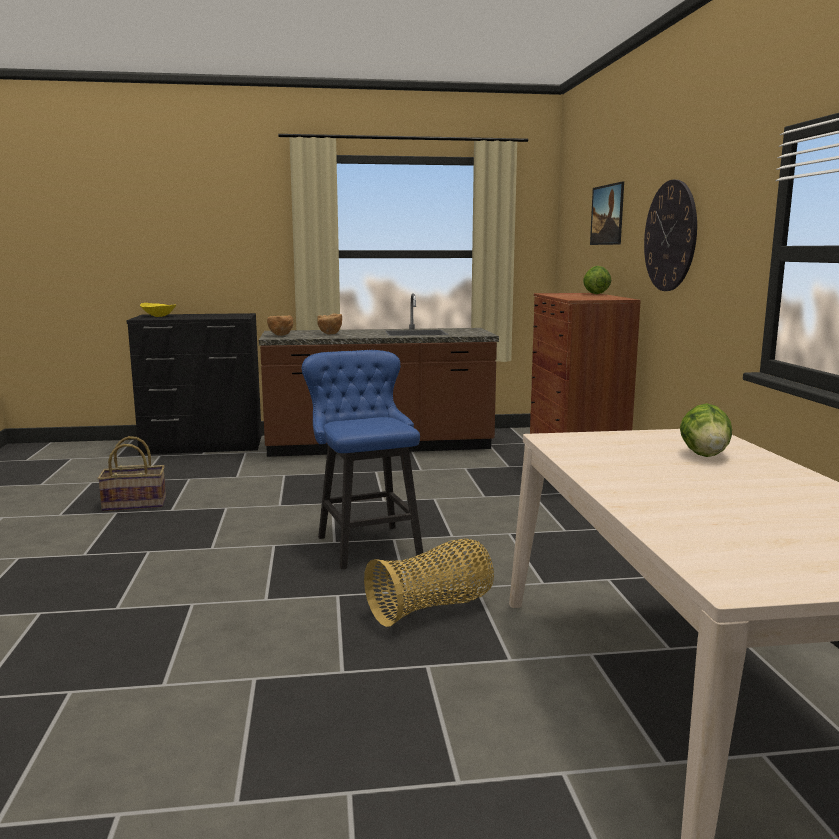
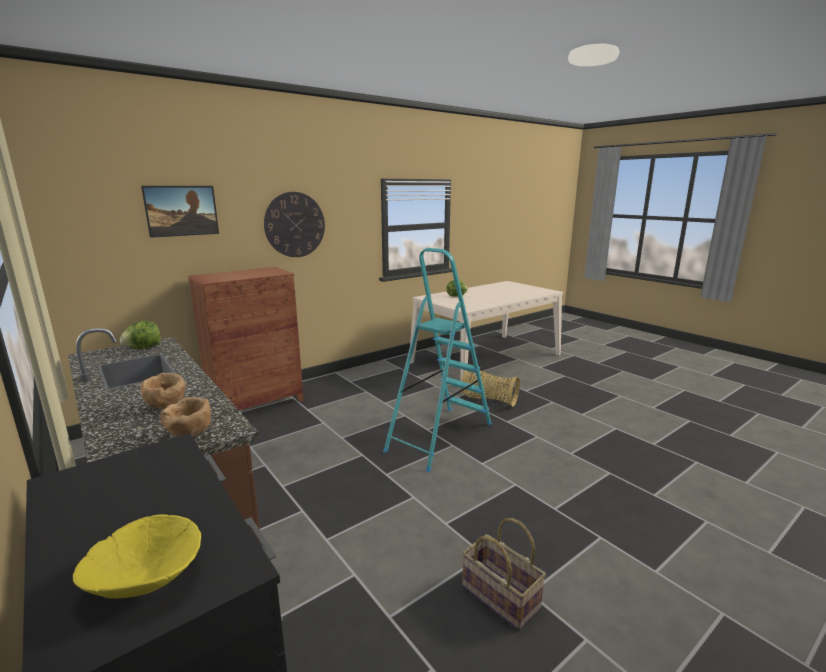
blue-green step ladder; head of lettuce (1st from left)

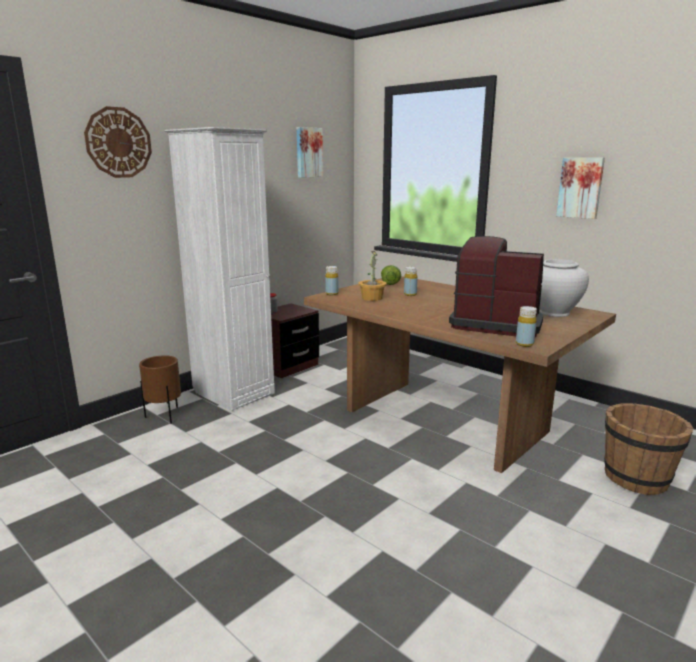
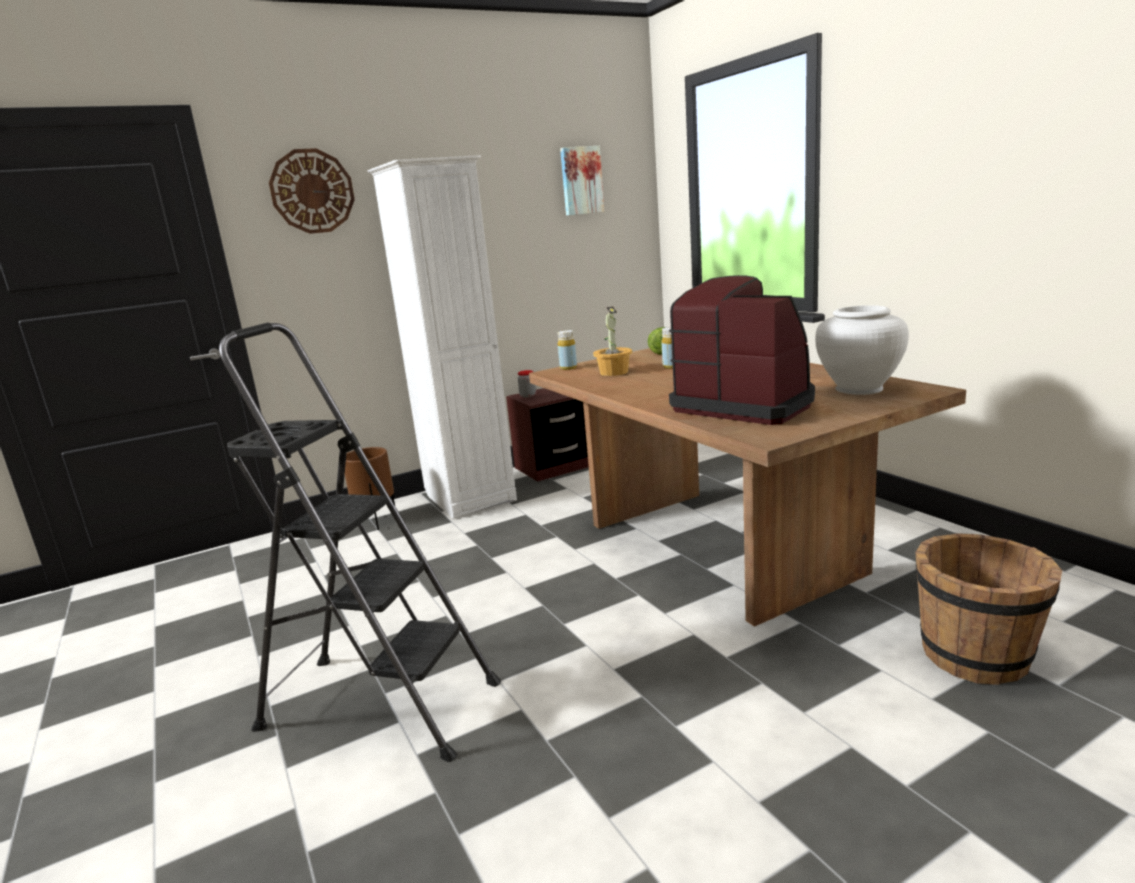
yellowish drink bottle (3rd from left in the first image); picture (2nd from left in the first image); step ladder

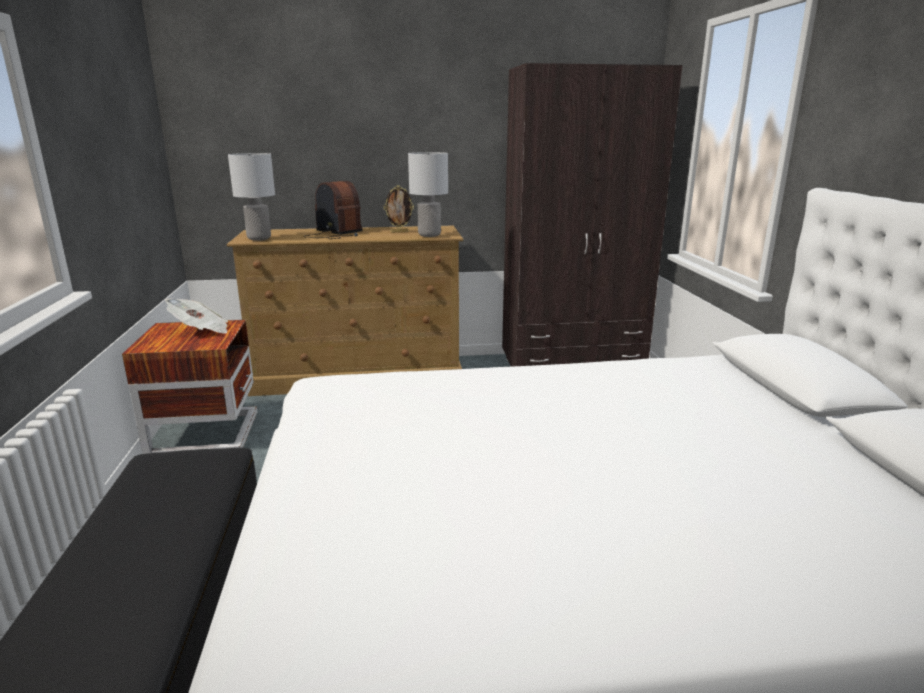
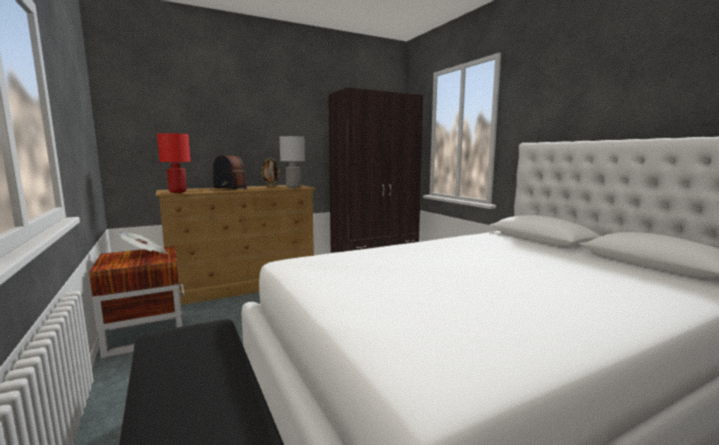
red lamp for a table

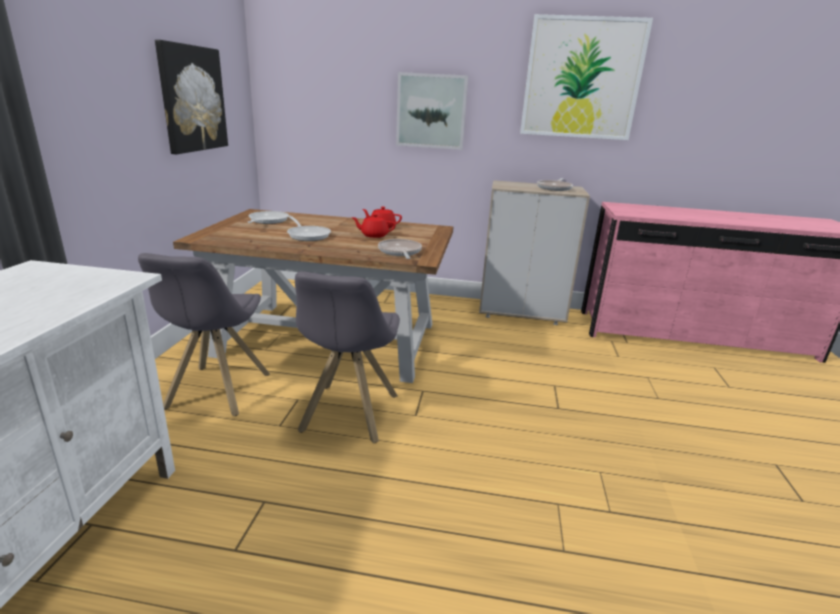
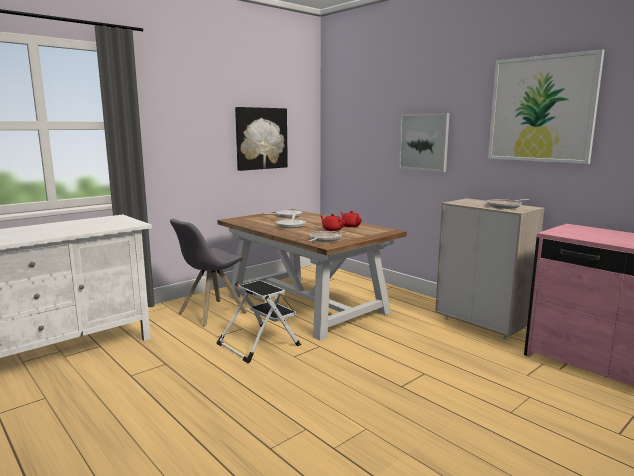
step ladder

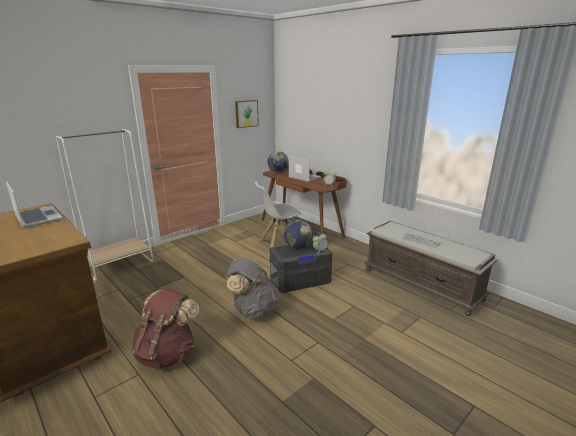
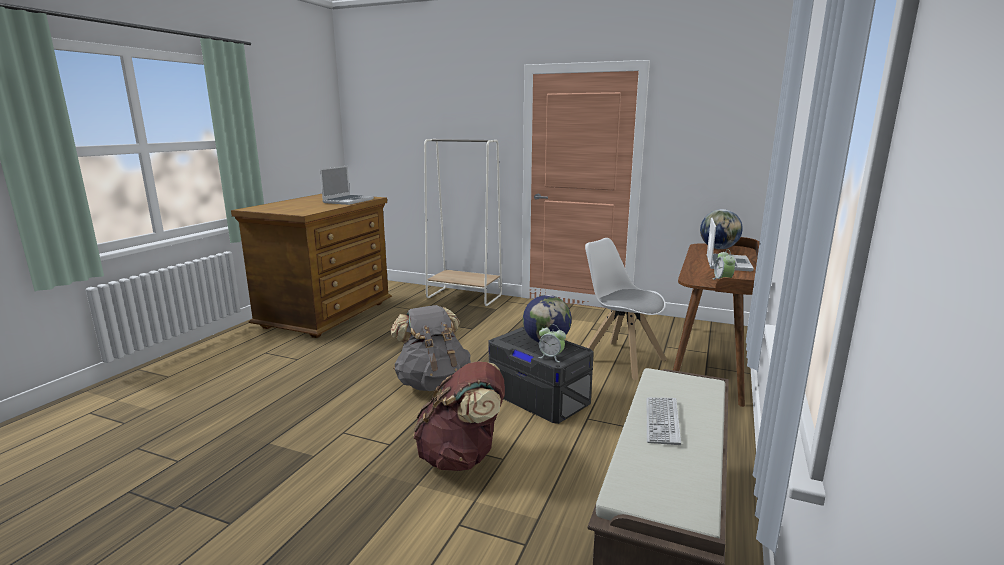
brownish backpack; picture

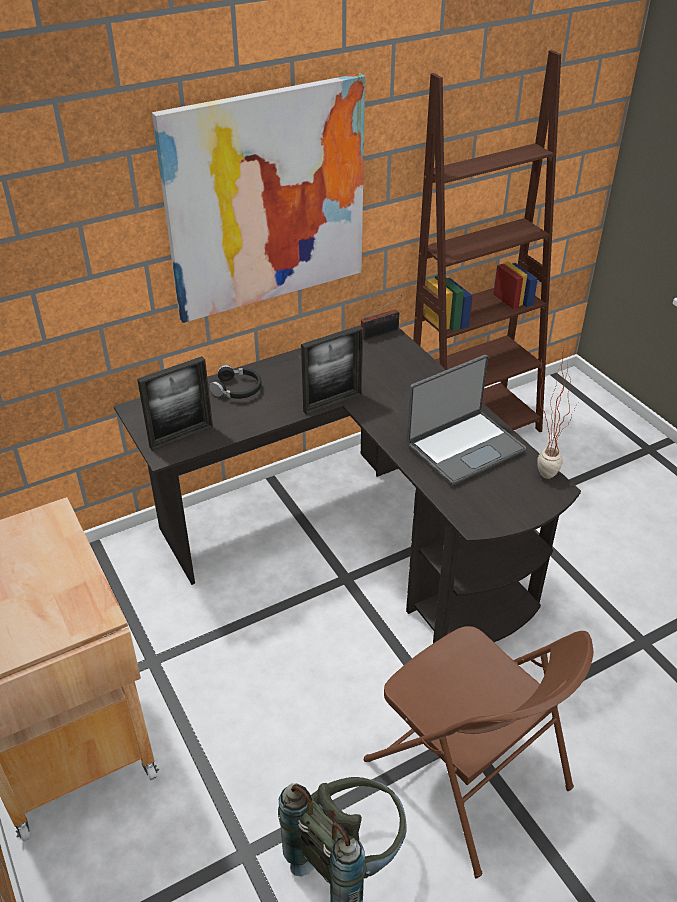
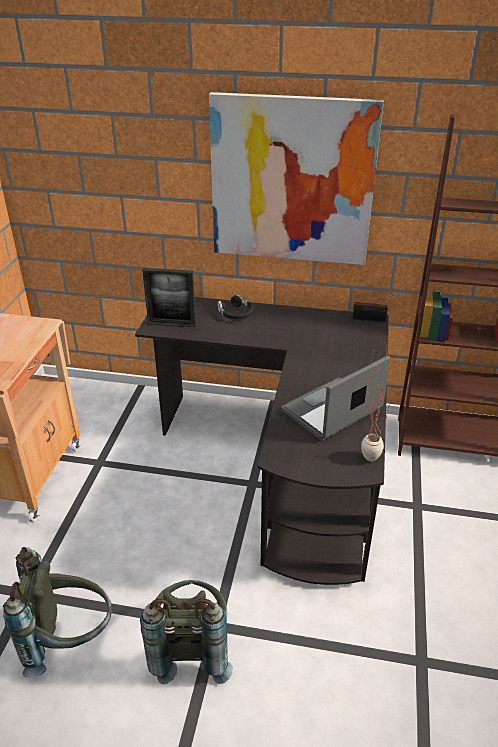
standing frame (2nd from left in the first image); gray backpack (2nd from left); laptop

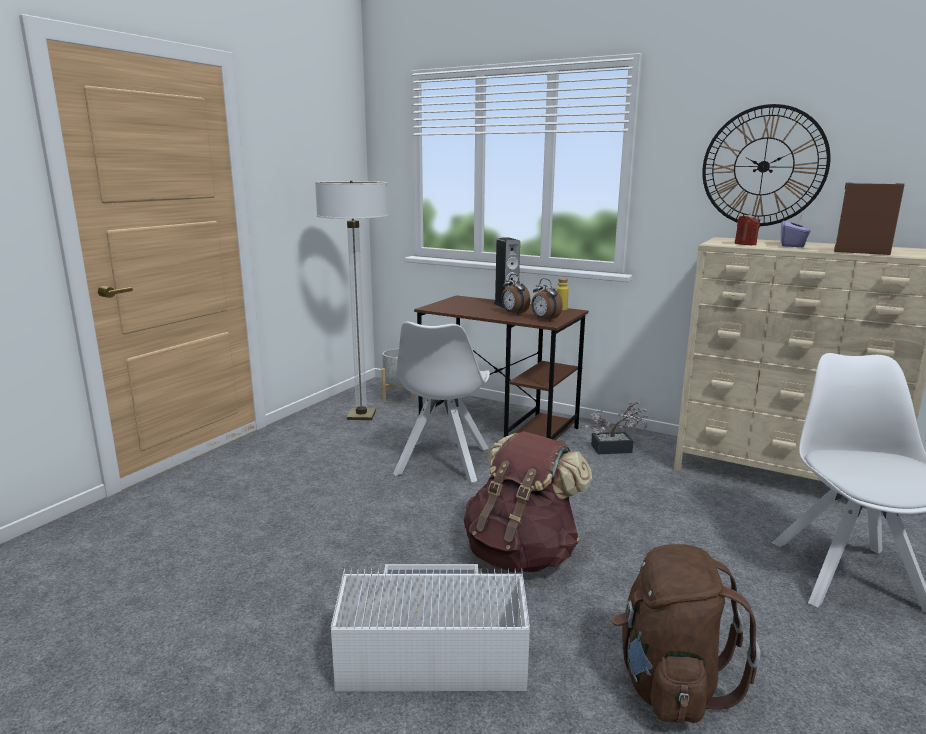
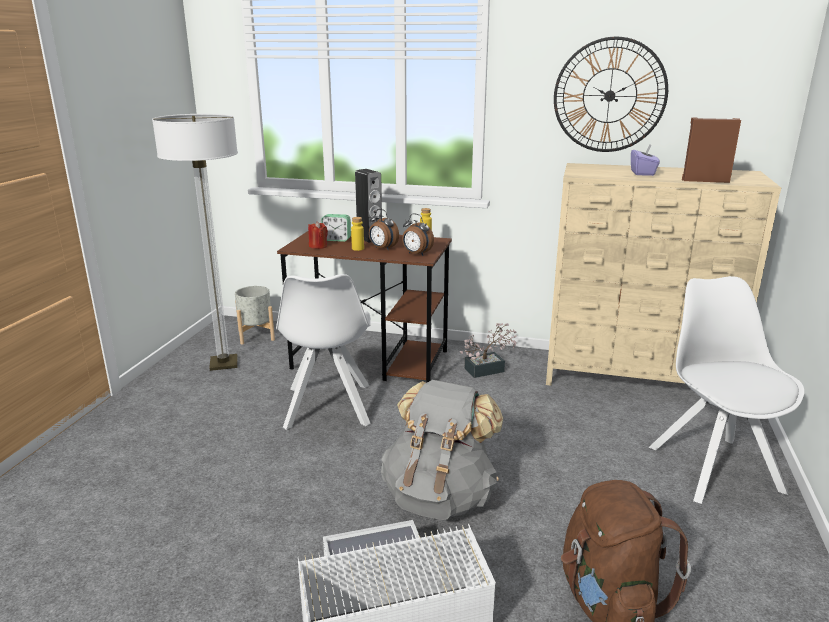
gray backpack; red wax light; bedside clock (1st from left); yellowish drink bottle (1st from left)

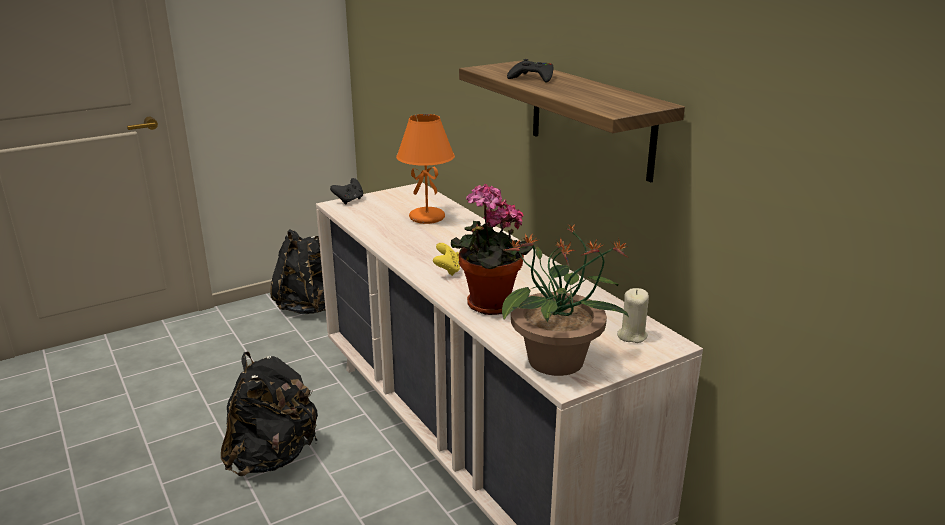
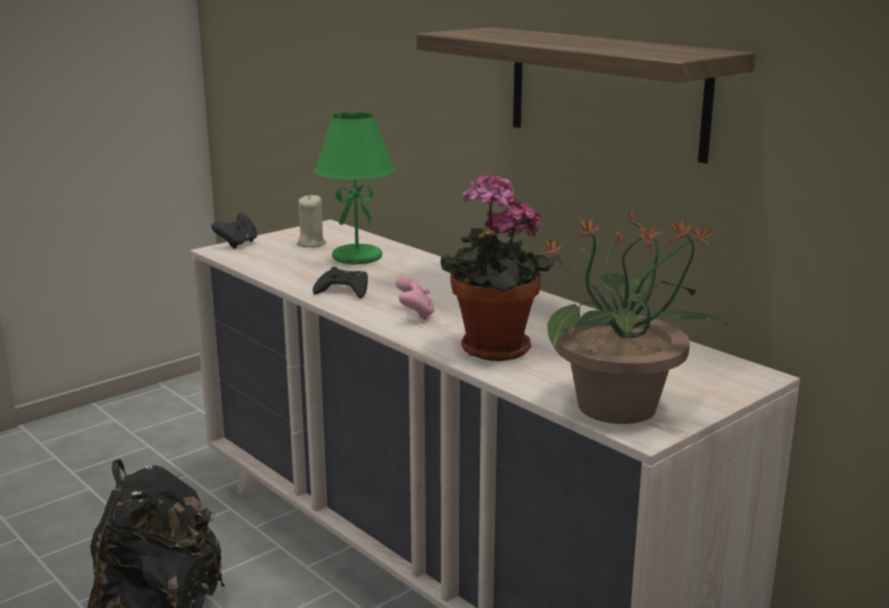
black backpack (2nd from left in the first image); green lamp for a table; pink game controller; black game controller (2nd from left); sand-coloured wax light

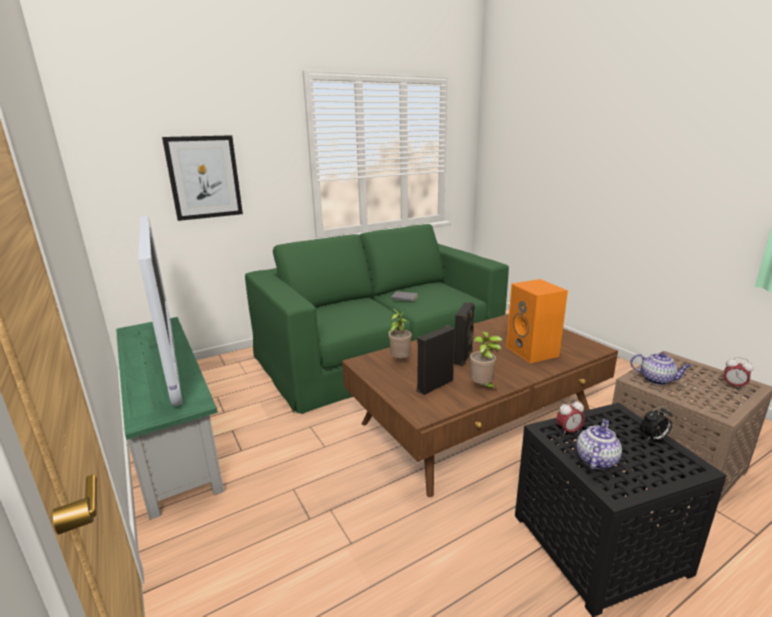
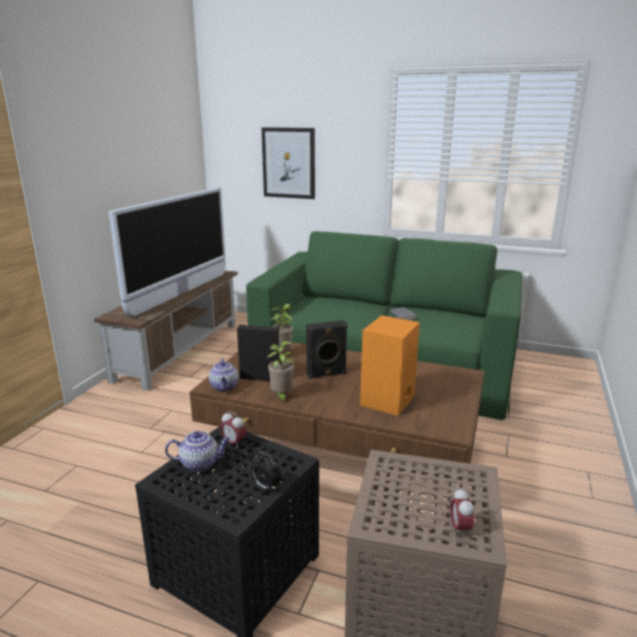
brownish media console; teapot (2nd from left)

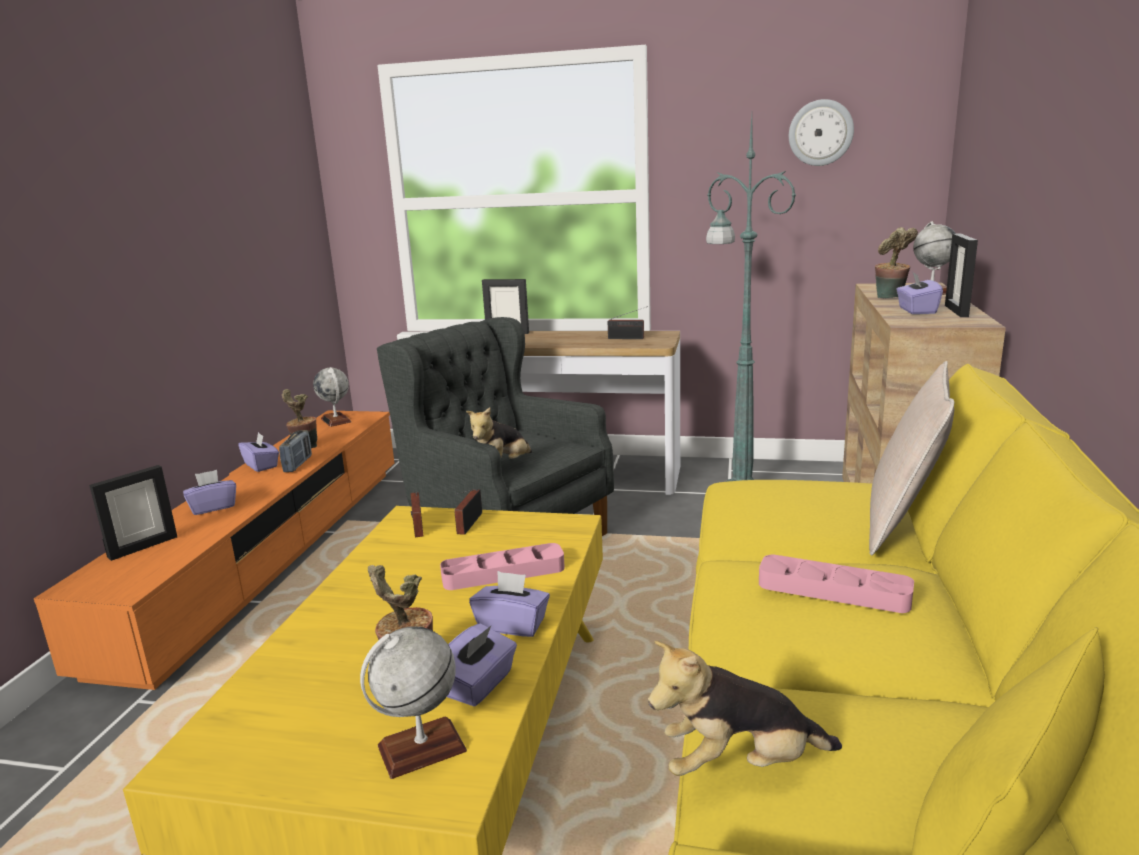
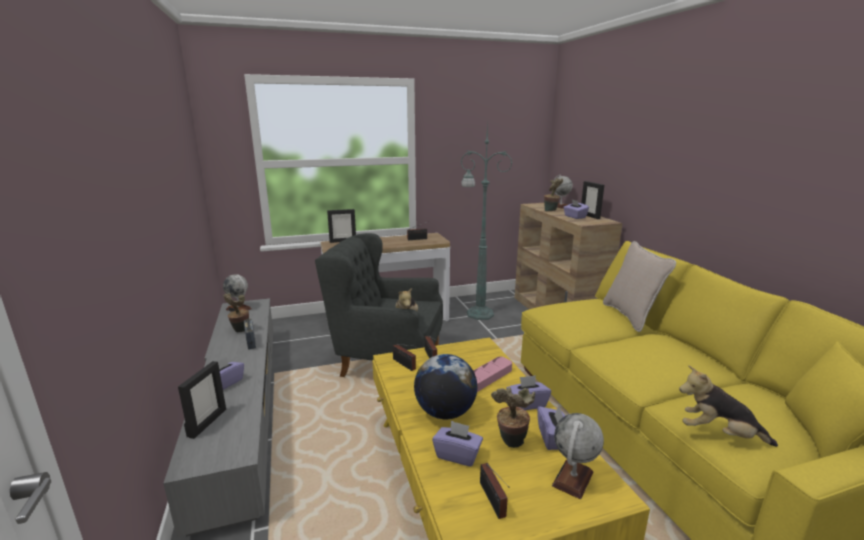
gray media console; purple box of tissues (2nd from left); soft toy (2nd from left); pink serving tray (2nd from left in the first image); hanging clock; world globe (2nd from left); radio (5th from left)

